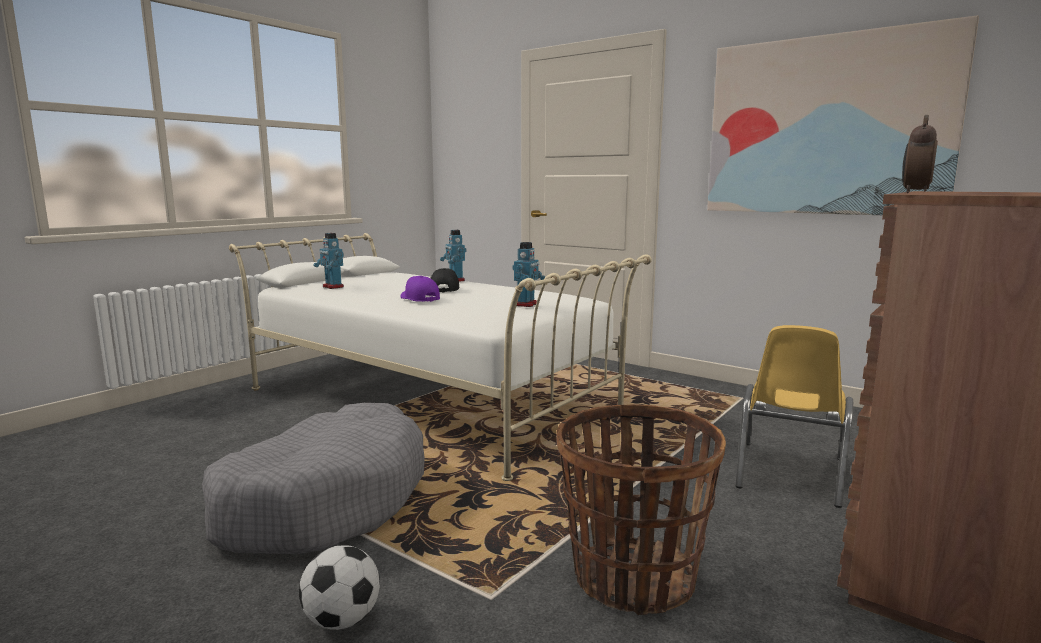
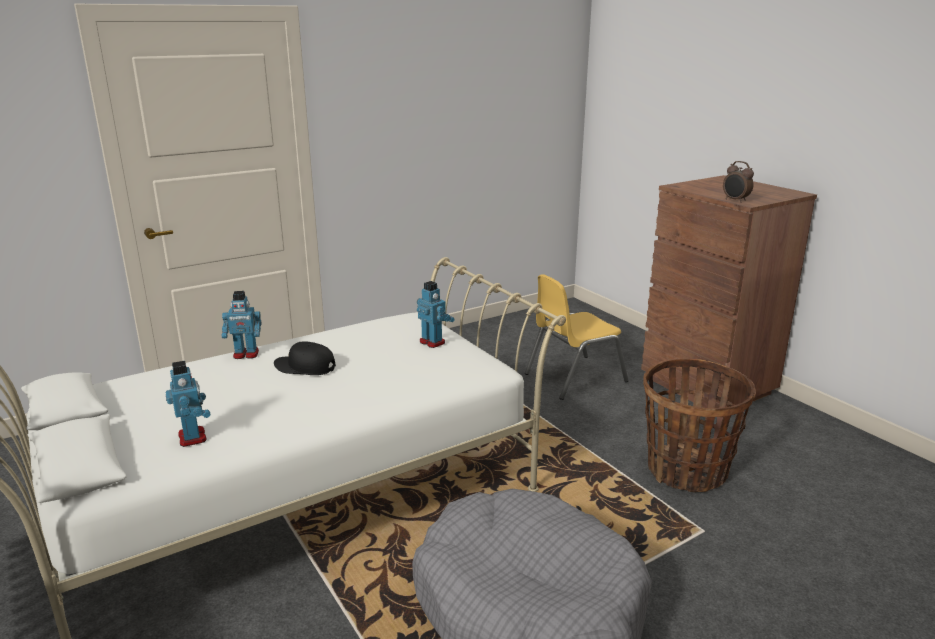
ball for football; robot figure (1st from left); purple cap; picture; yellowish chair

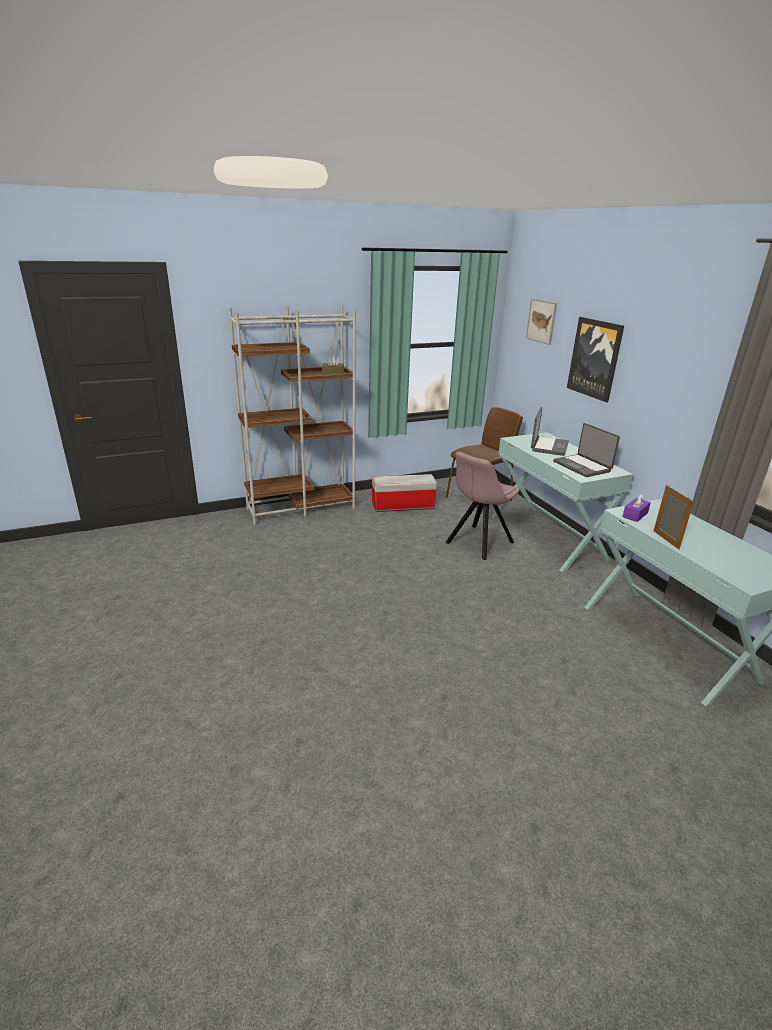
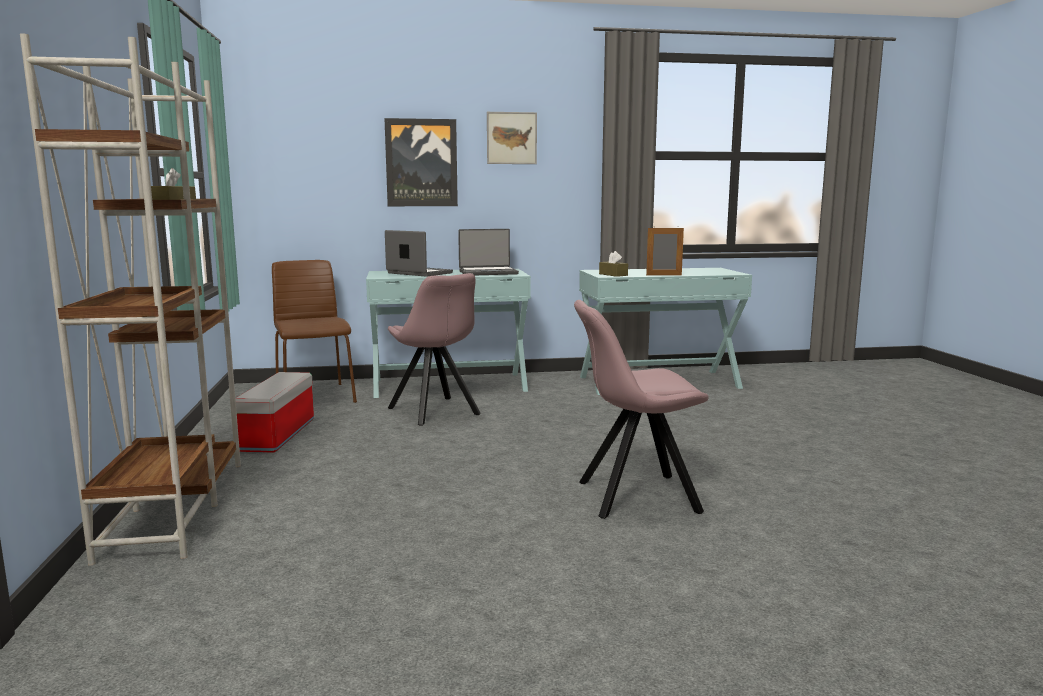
picture (2nd from left); brownish box of tissues (2nd from left); pink chair (2nd from left)

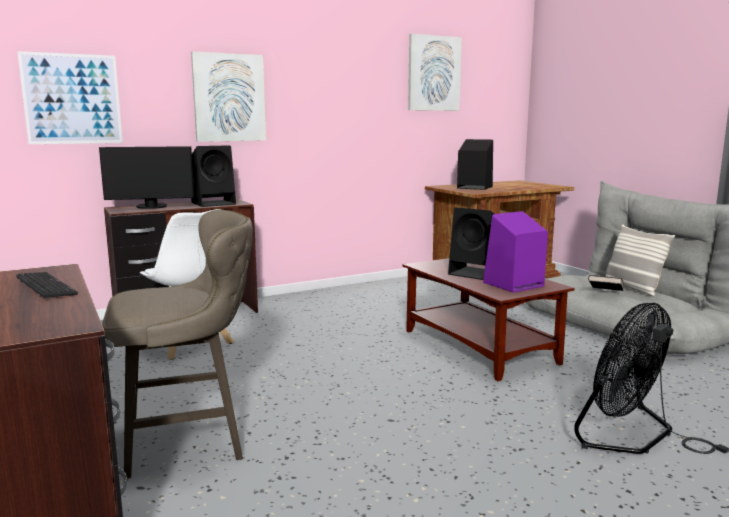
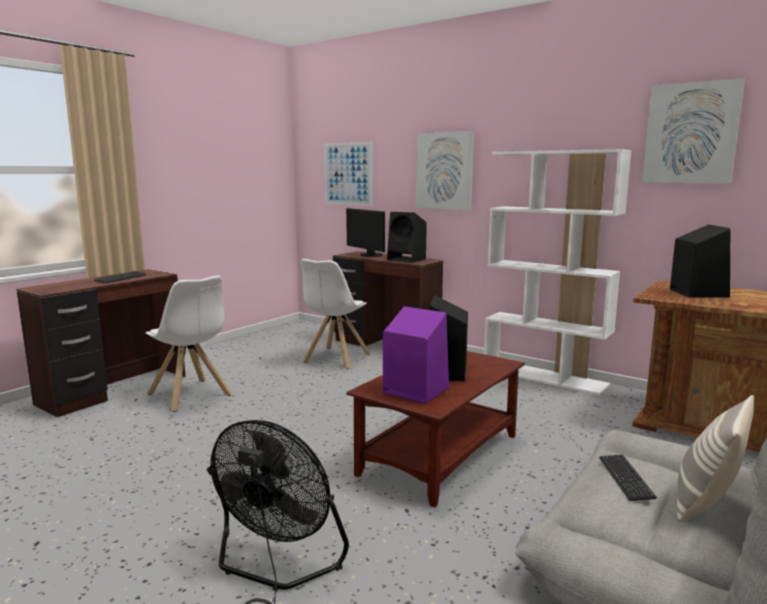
white chair (1st from left); computer keyboard (2nd from left); white shelving unit

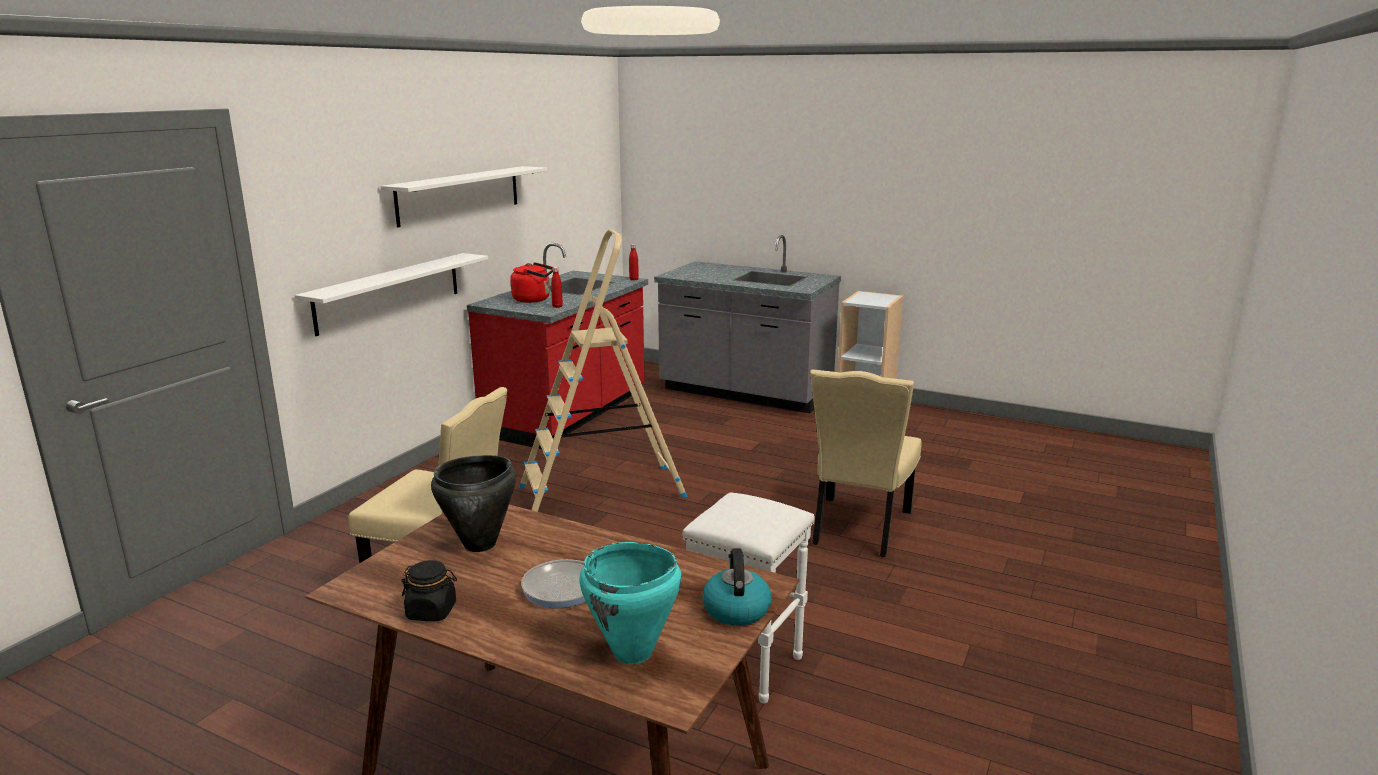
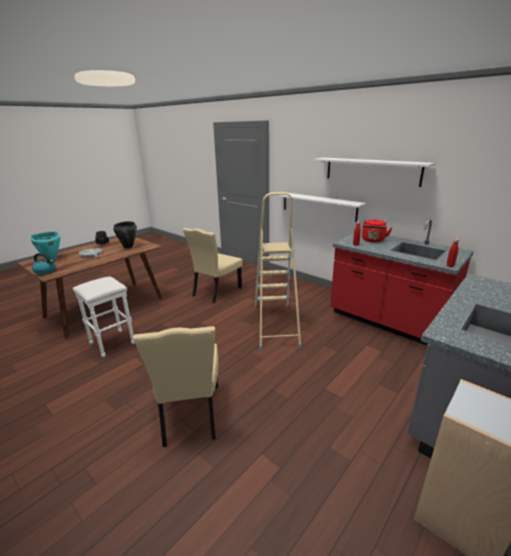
sand-coloured chair (1st from left)

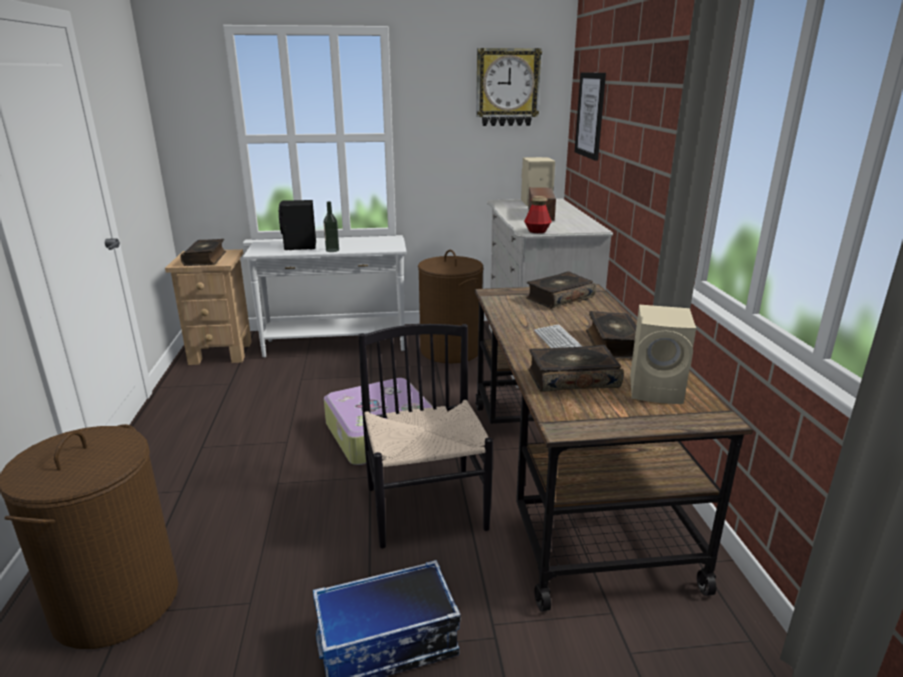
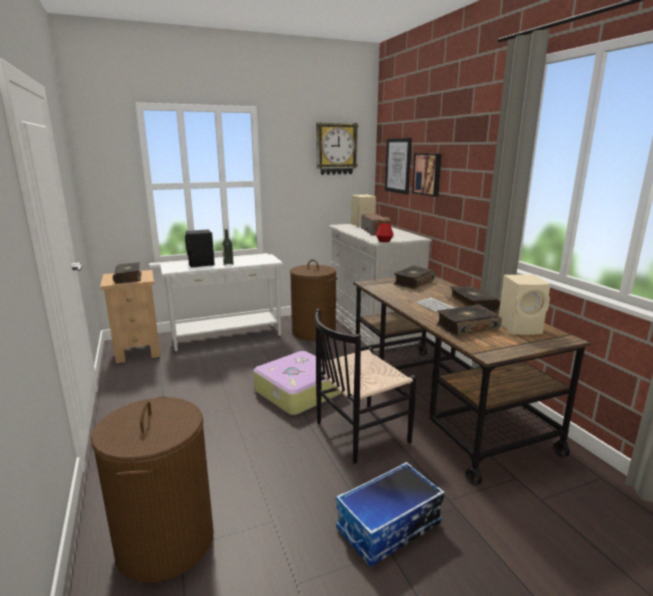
black chair; picture (2nd from left)

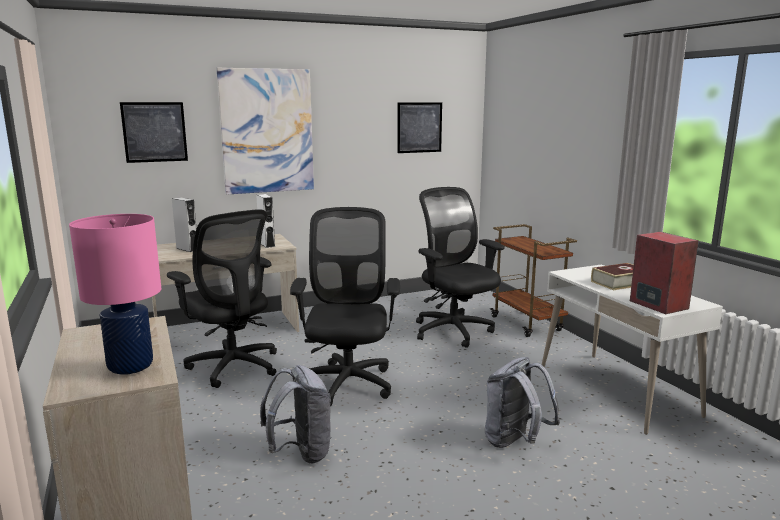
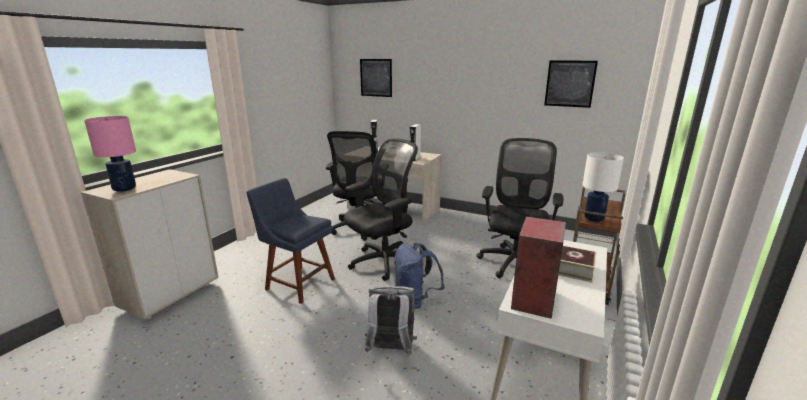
picture (2nd from left in the first image); blue-coloured chair; blue-coloured backpack; white lamp for a table

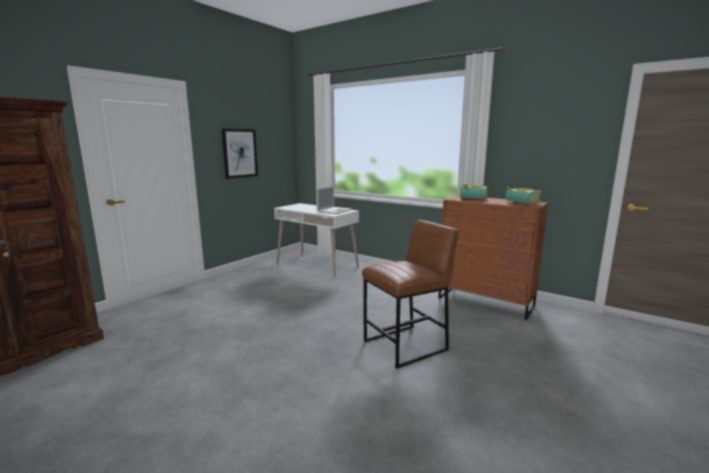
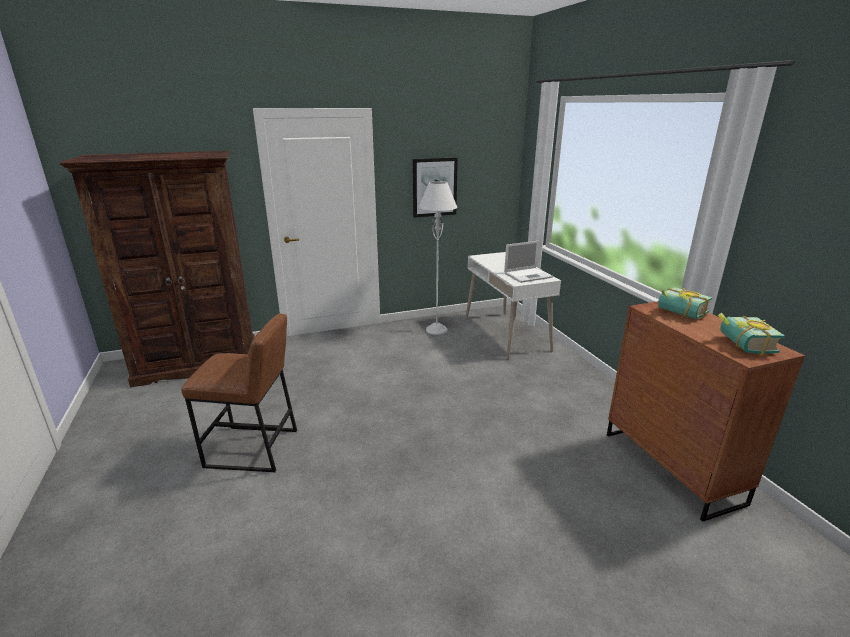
brownish chair; gray standard lamp

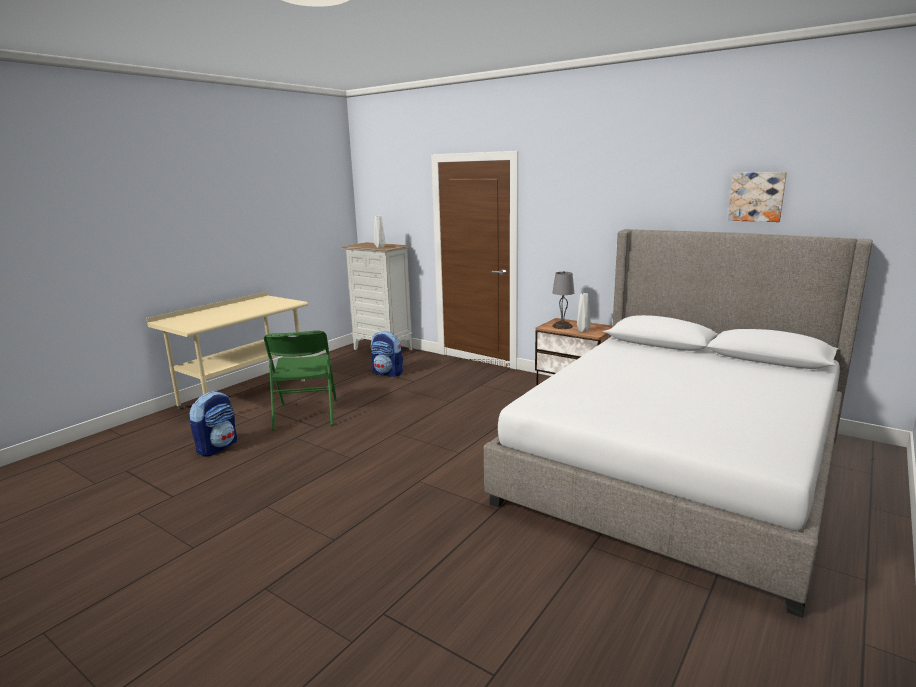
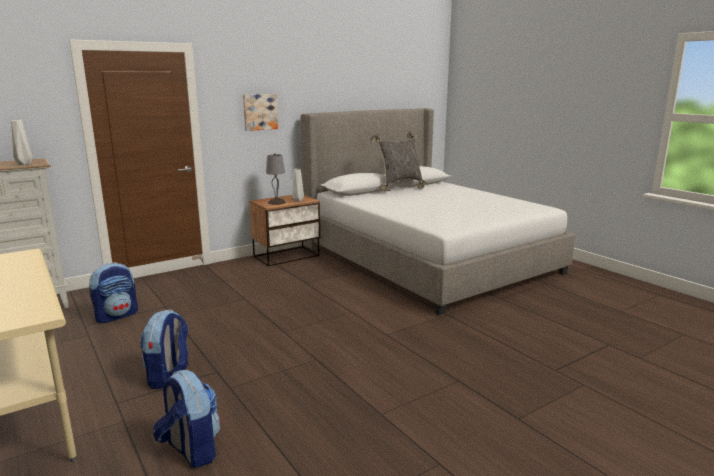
backpack (2nd from left); picture; pillow

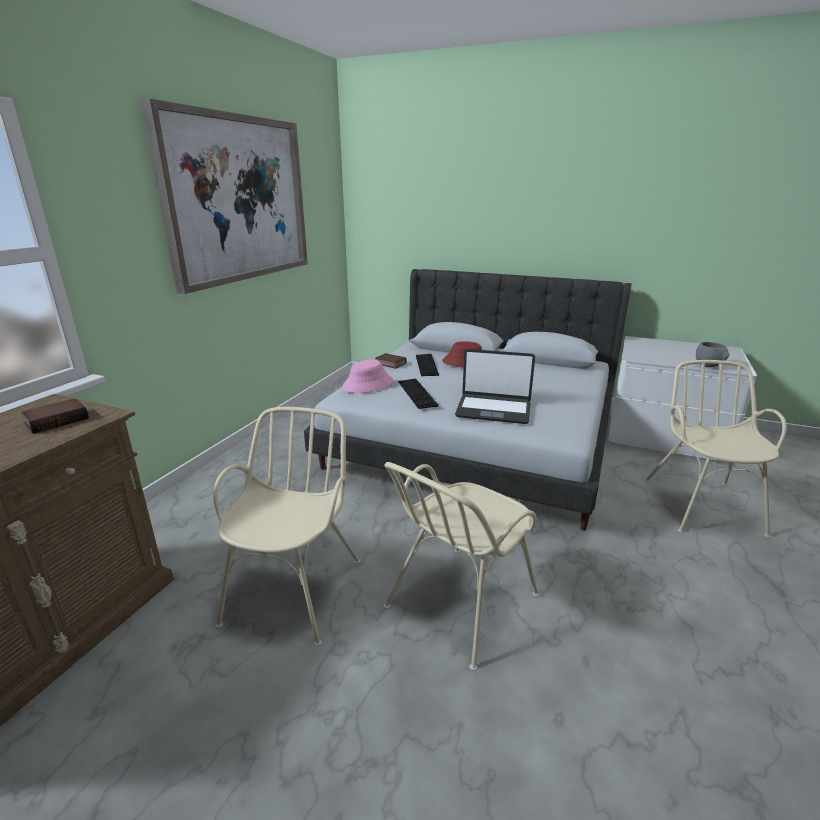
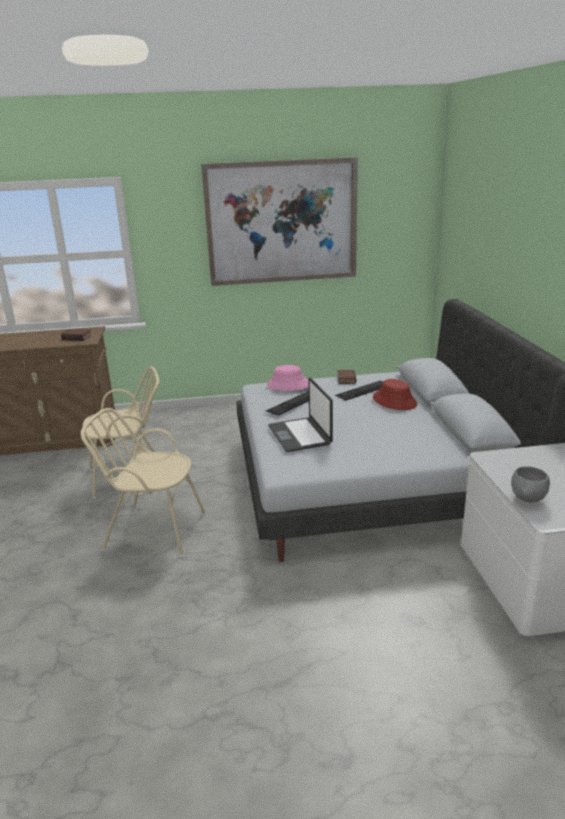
sand-coloured chair (3rd from left in the first image)

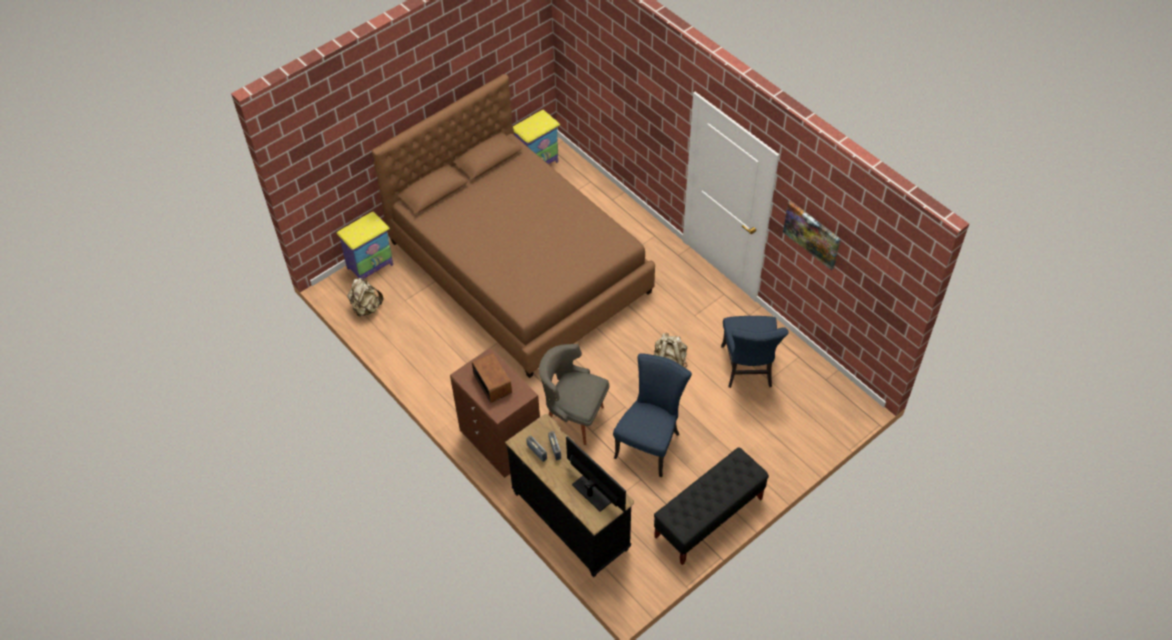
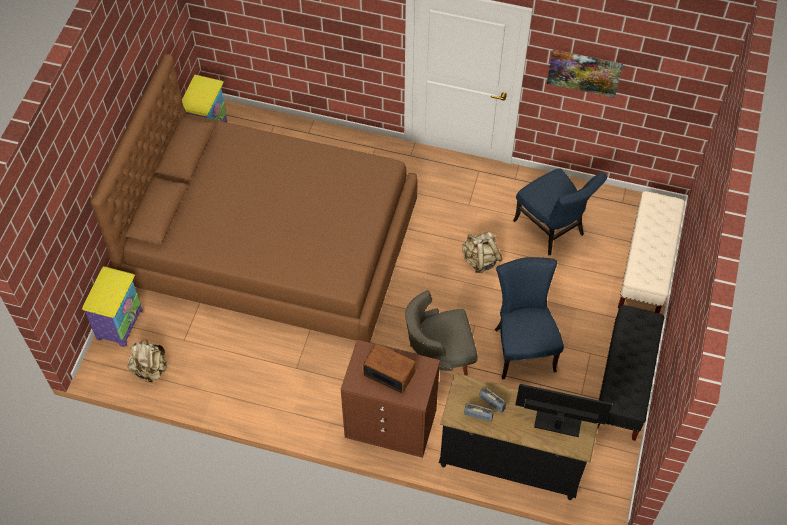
sand-coloured long seat

